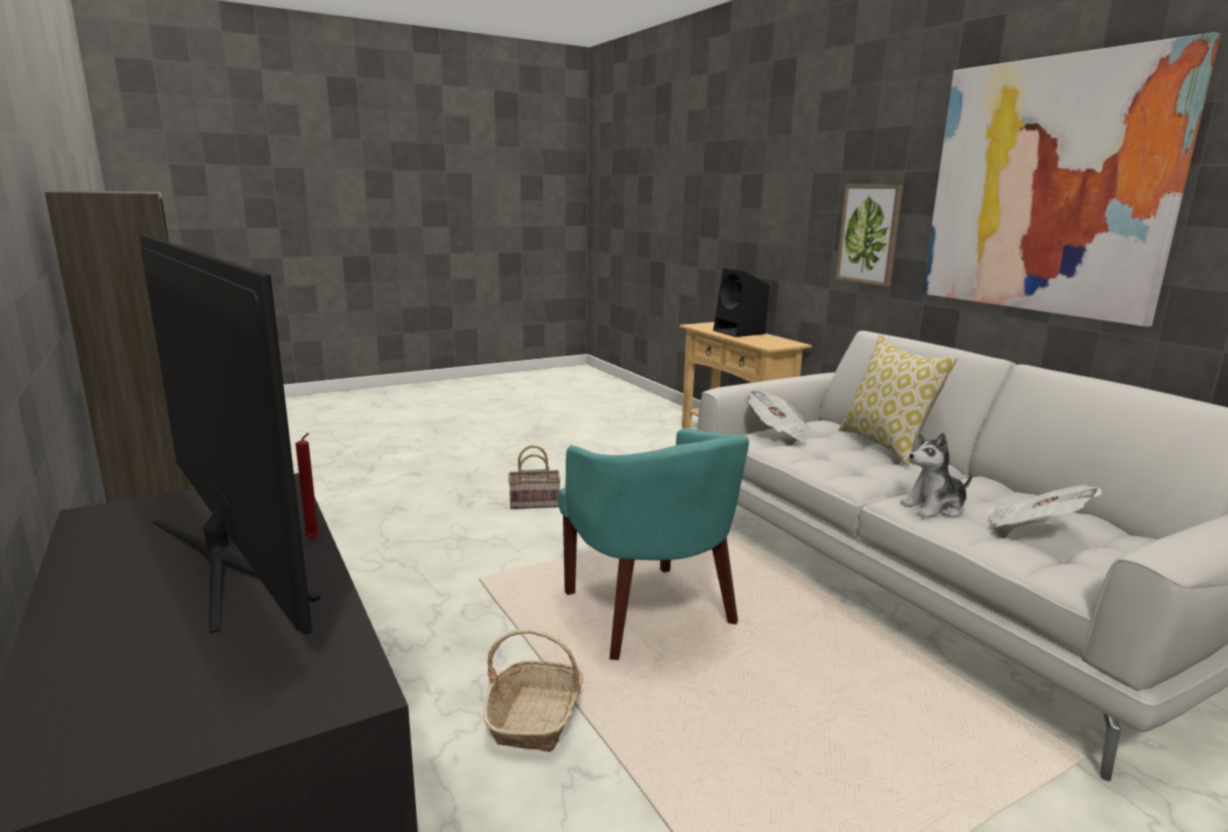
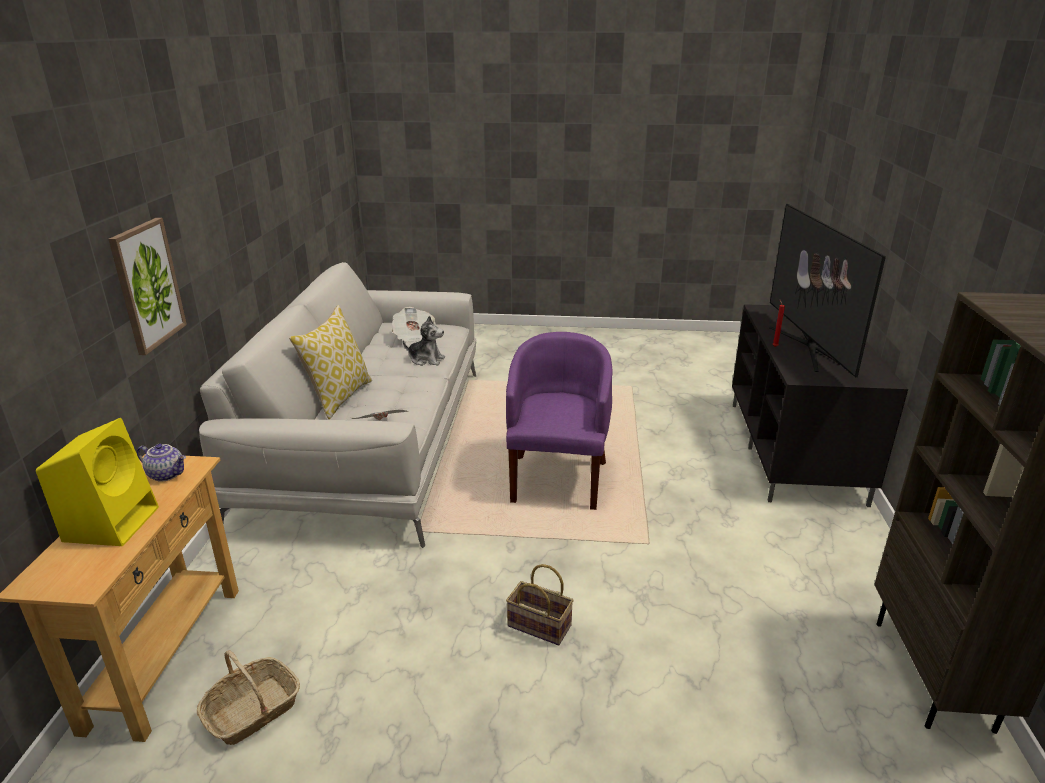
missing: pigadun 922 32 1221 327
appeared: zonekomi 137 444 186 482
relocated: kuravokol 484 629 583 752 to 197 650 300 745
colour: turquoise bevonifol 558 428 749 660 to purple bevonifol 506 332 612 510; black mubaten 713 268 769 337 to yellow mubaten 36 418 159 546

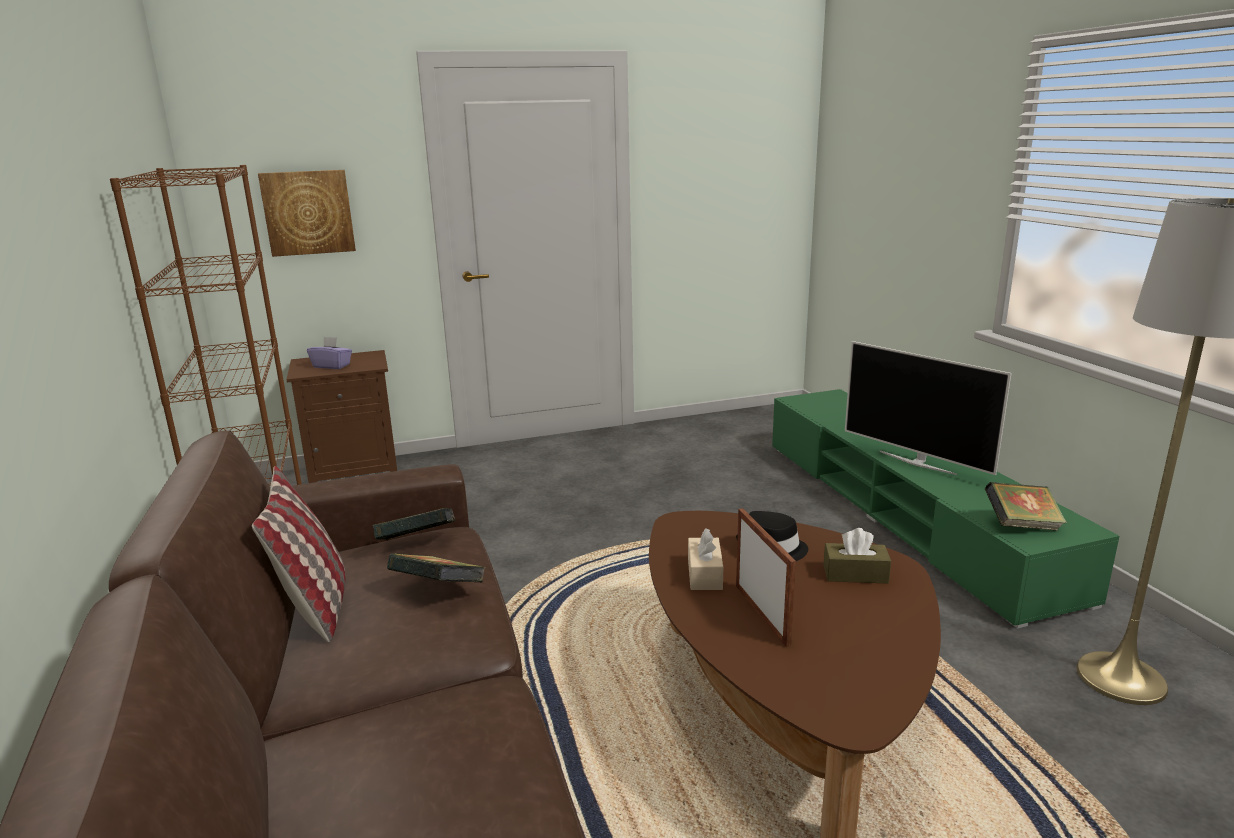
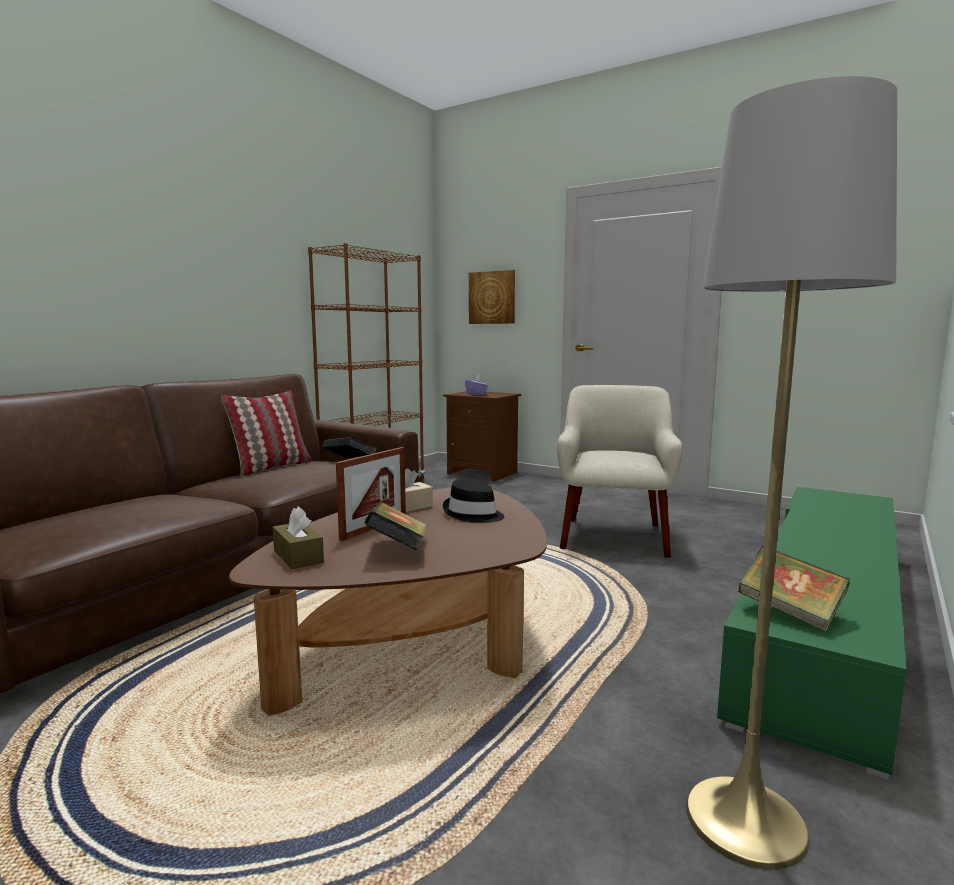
missing: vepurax 845 341 1011 475
appeared: beige bevonifol 557 385 683 558
relocated: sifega 387 553 486 582 to 364 502 426 550; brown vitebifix 824 528 891 584 to 273 507 324 569

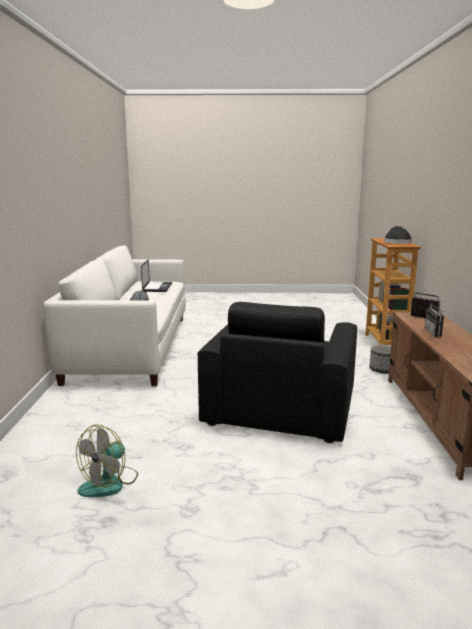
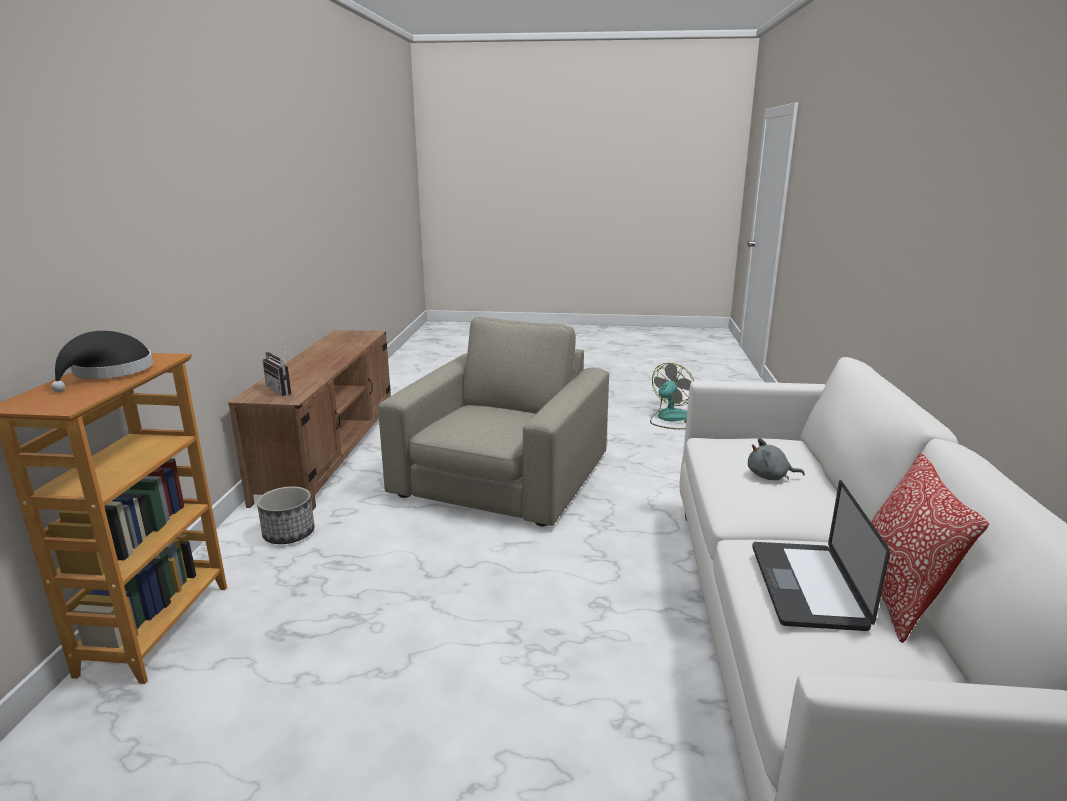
missing: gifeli 425 301 447 337
appeared: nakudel 871 453 989 643
colour: black bevonifol 198 302 357 443 to beige bevonifol 378 317 609 526

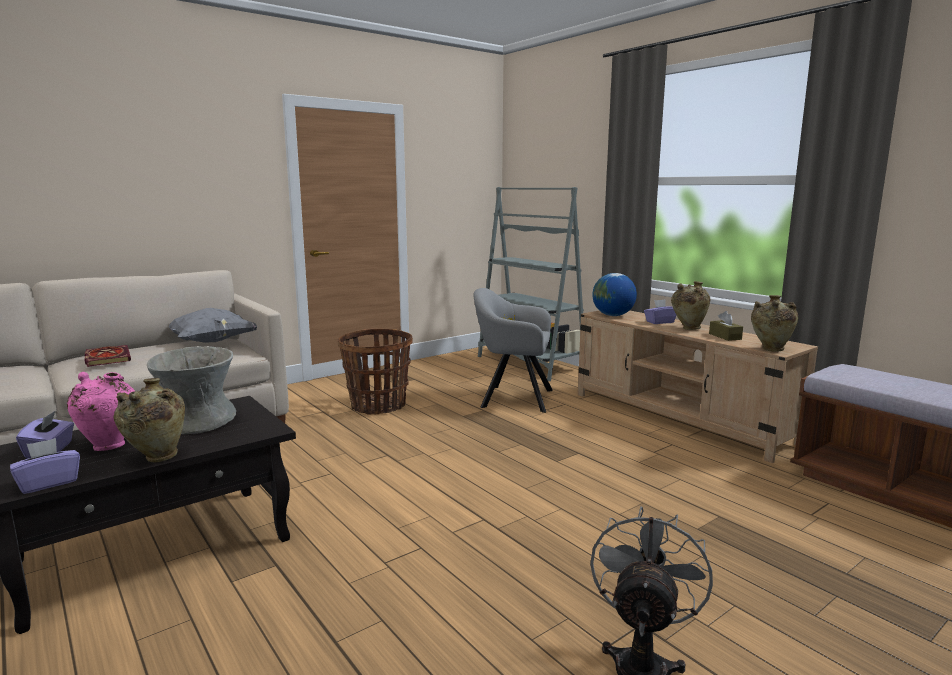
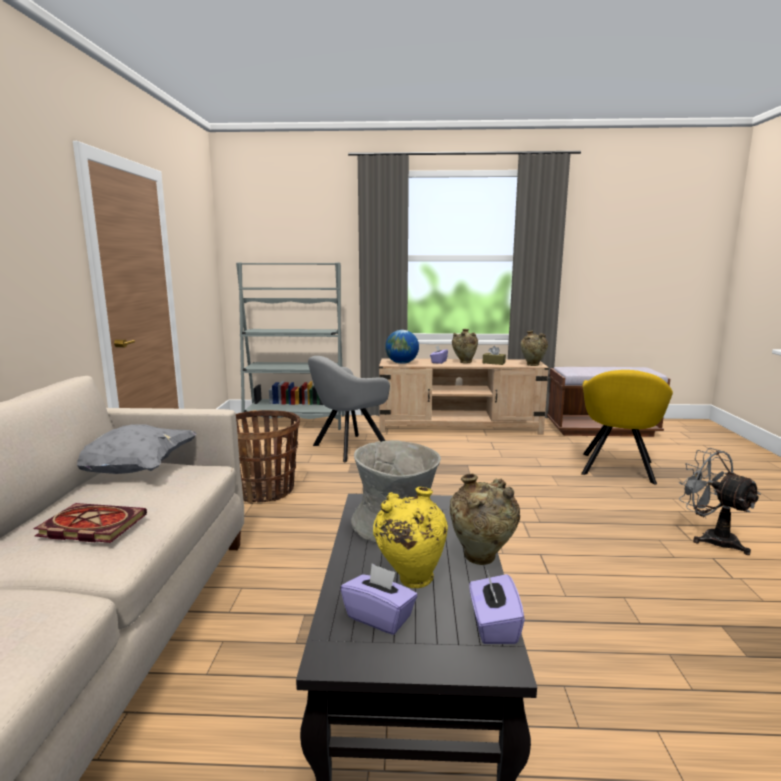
appeared: yellow bevonifol 581 370 673 485
colour: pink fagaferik 67 372 135 451 to yellow fagaferik 373 487 448 588

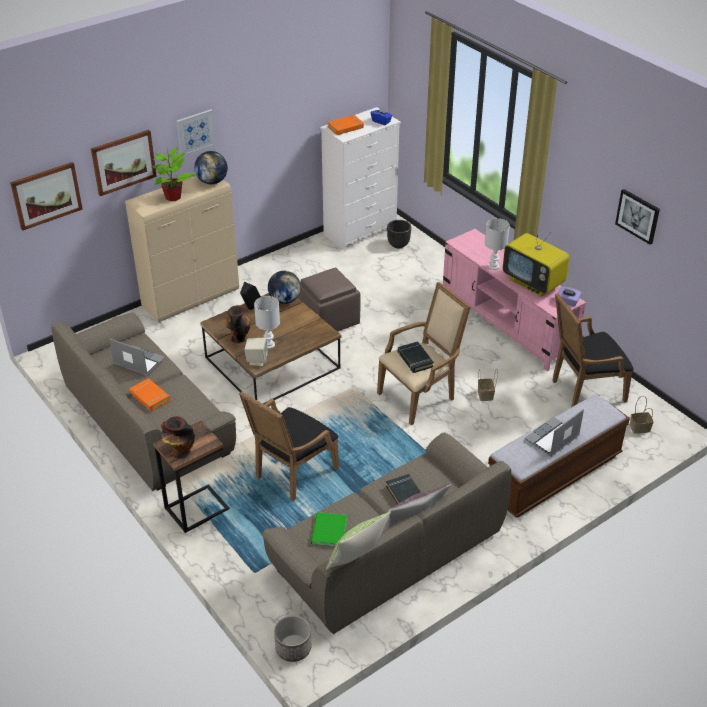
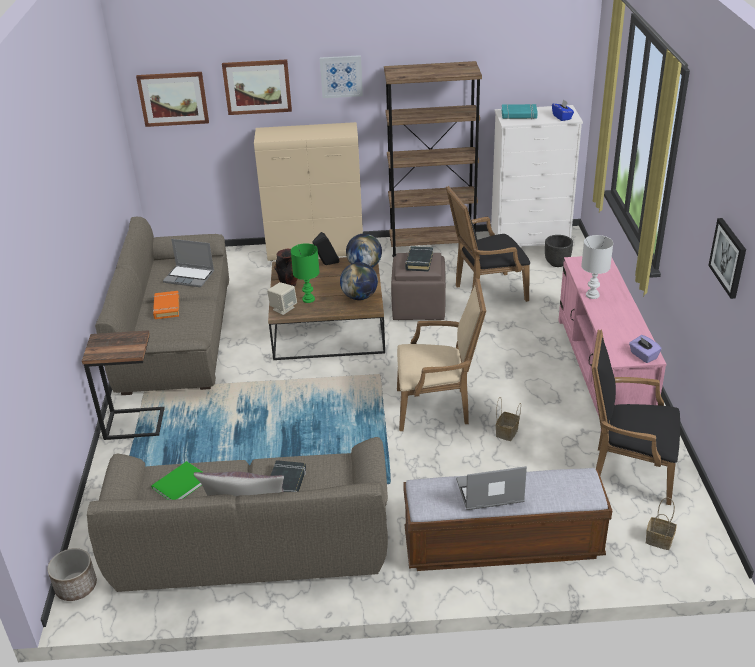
missing: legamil 152 148 196 201; fagaferik 161 416 195 459; nakudel 325 511 391 570; vepurax 502 223 570 297
appeared: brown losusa 384 61 482 257
relocated: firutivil 194 151 228 184 to 340 262 378 300; black bevonifol 239 391 339 501 to 446 186 530 302; black sifega 398 341 434 373 to 405 246 433 272
colour: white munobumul 254 296 280 349 to green munobumul 291 243 319 303; orange sifega 328 115 364 135 to turquoise sifega 502 104 538 119
spun: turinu 109 338 165 376 = 163 239 214 287 135 degrees clockwise

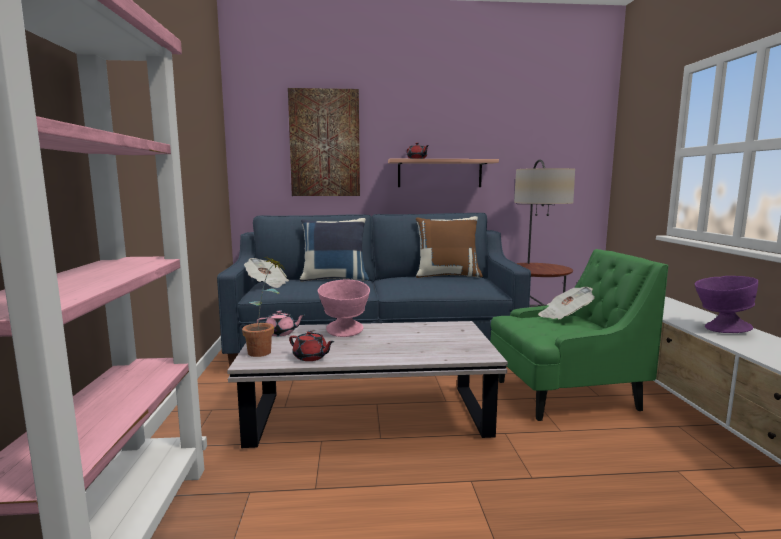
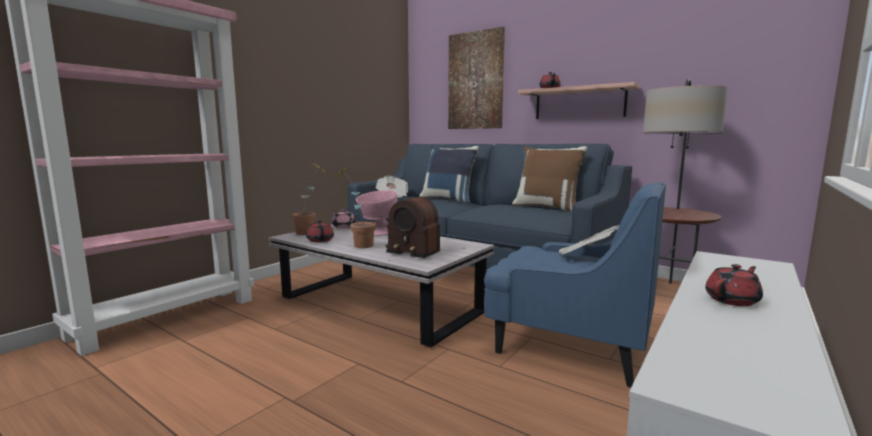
appeared: legamil 335 167 376 248; gifeli 386 197 440 258
exchanged: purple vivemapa 695 276 758 333 to red zonekomi 705 264 763 306
colour: green bevonifol 490 249 668 421 to blue bevonifol 484 183 666 387

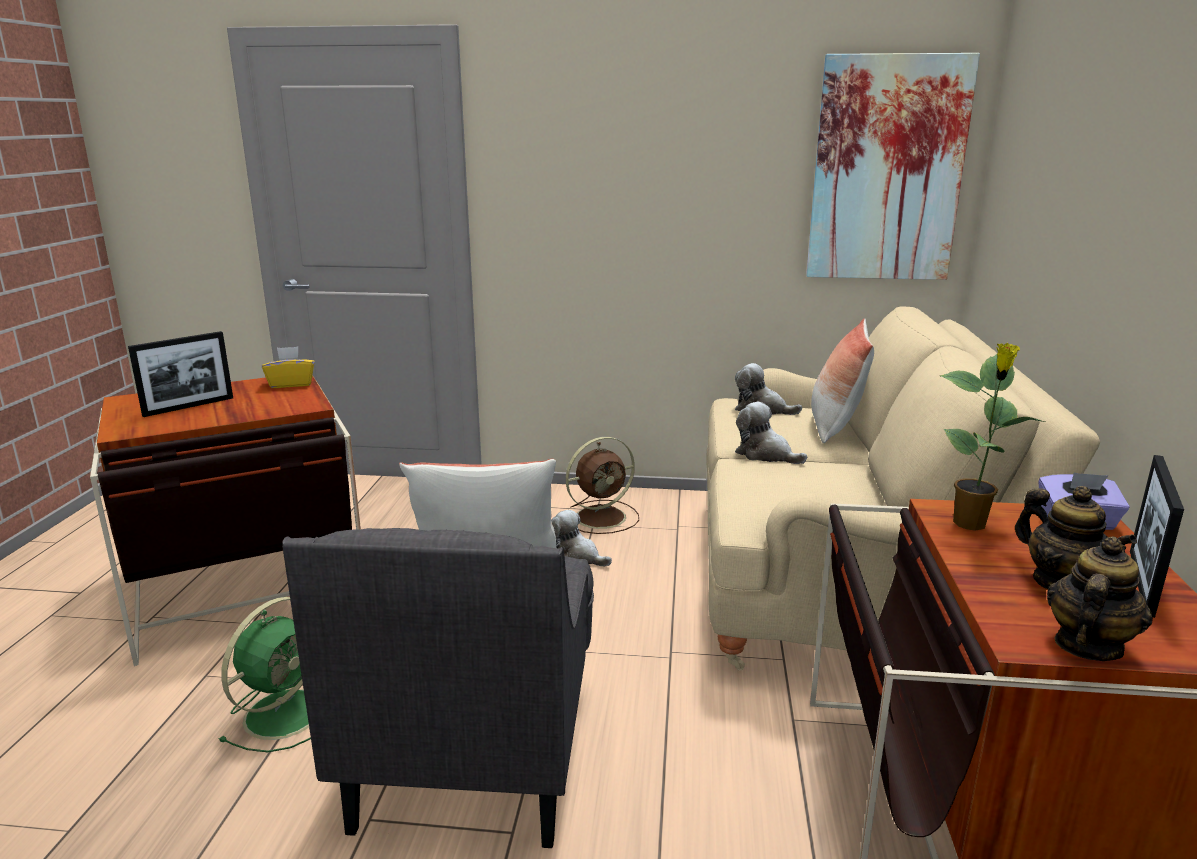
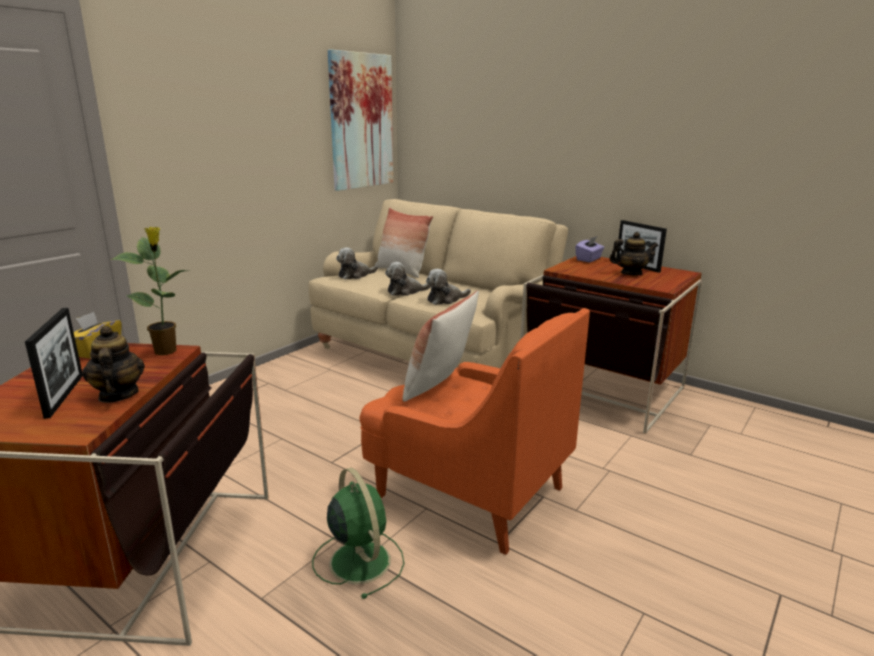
missing: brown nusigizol 566 437 639 534
relocated: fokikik 551 510 612 566 to 426 269 471 305; legamil 939 343 1045 531 to 111 227 191 355; zonekomi 1047 536 1153 661 to 82 326 145 403
colour: grey bevonifol 282 528 594 848 to orange bevonifol 359 308 590 555

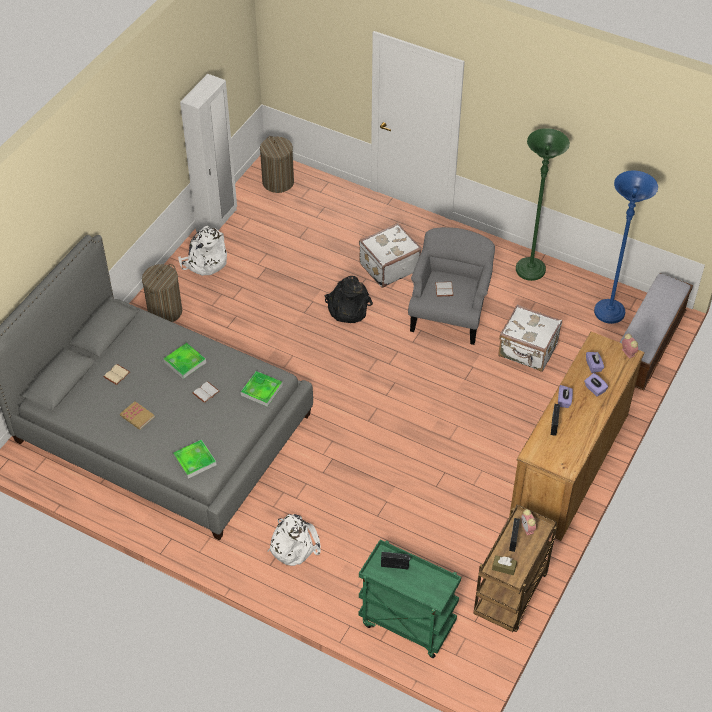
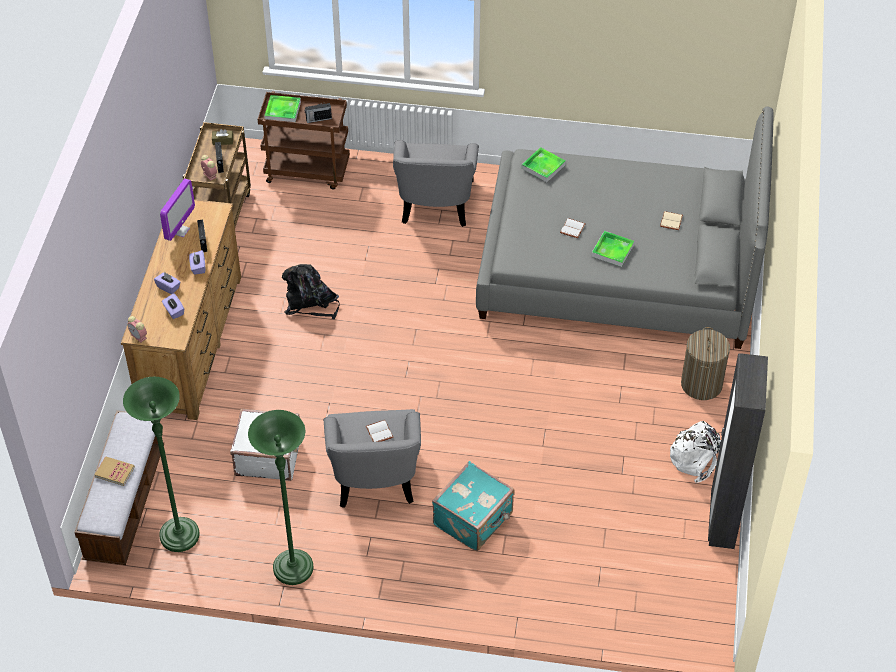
missing: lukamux 260 136 294 193
appeared: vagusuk 160 179 195 241
relocated: sifega 120 401 155 430 to 95 456 135 486; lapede 241 371 283 407 to 264 95 301 122; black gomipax 325 276 373 323 to 282 264 340 319
exchanged: white gomipax 267 514 321 566 to grey bevonifol 393 140 479 227
colour: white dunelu 180 74 237 232 to black dunelu 708 353 768 549; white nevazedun 359 223 422 288 to turquoise nevazedun 432 461 515 551; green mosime 359 539 461 658 to brown mosime 258 91 350 189; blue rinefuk 594 170 658 324 to green rinefuk 123 377 200 552

